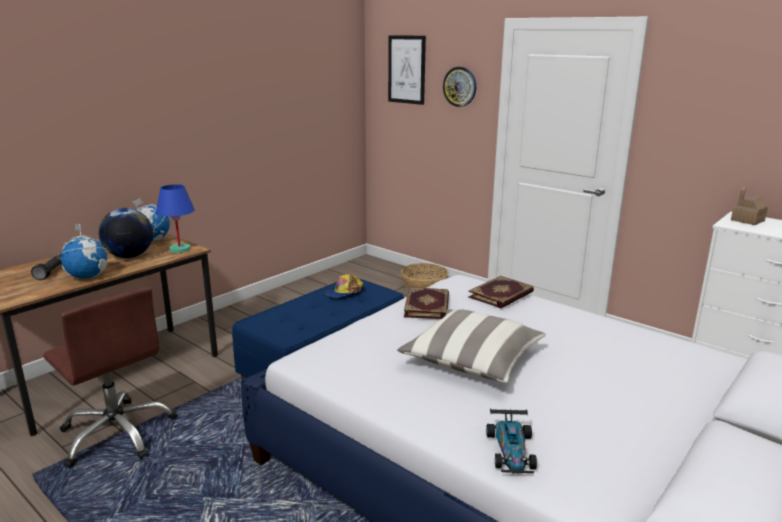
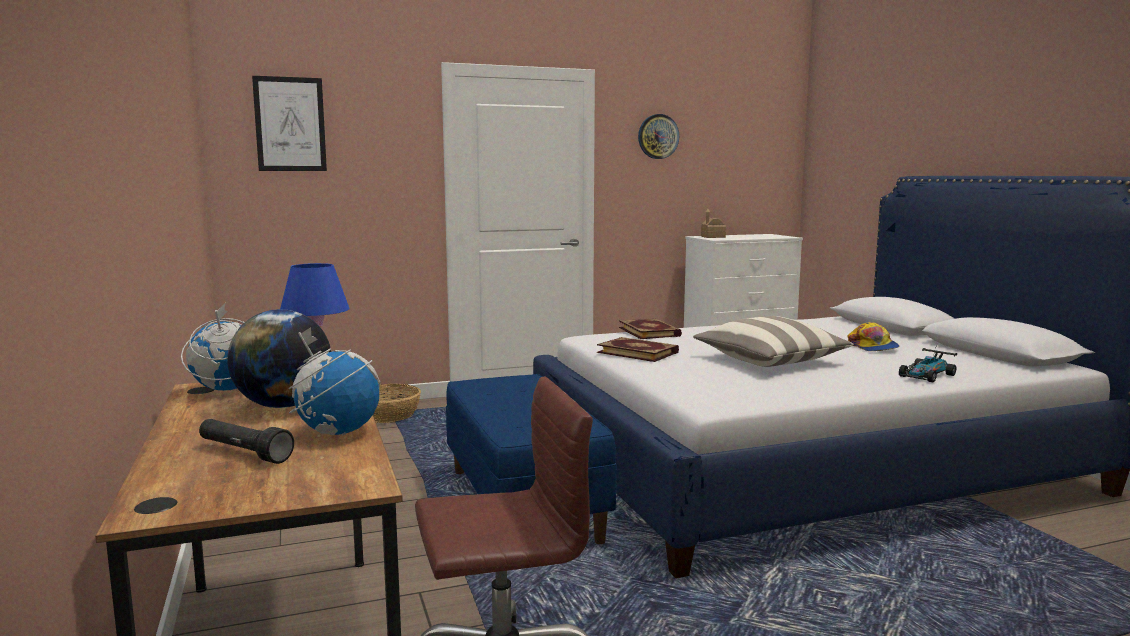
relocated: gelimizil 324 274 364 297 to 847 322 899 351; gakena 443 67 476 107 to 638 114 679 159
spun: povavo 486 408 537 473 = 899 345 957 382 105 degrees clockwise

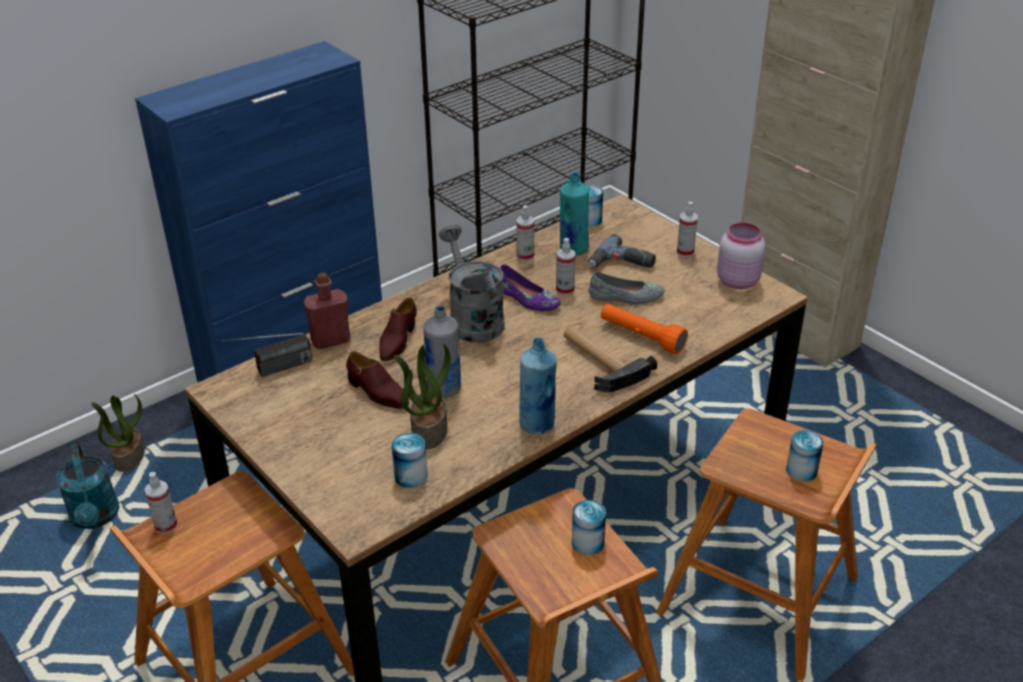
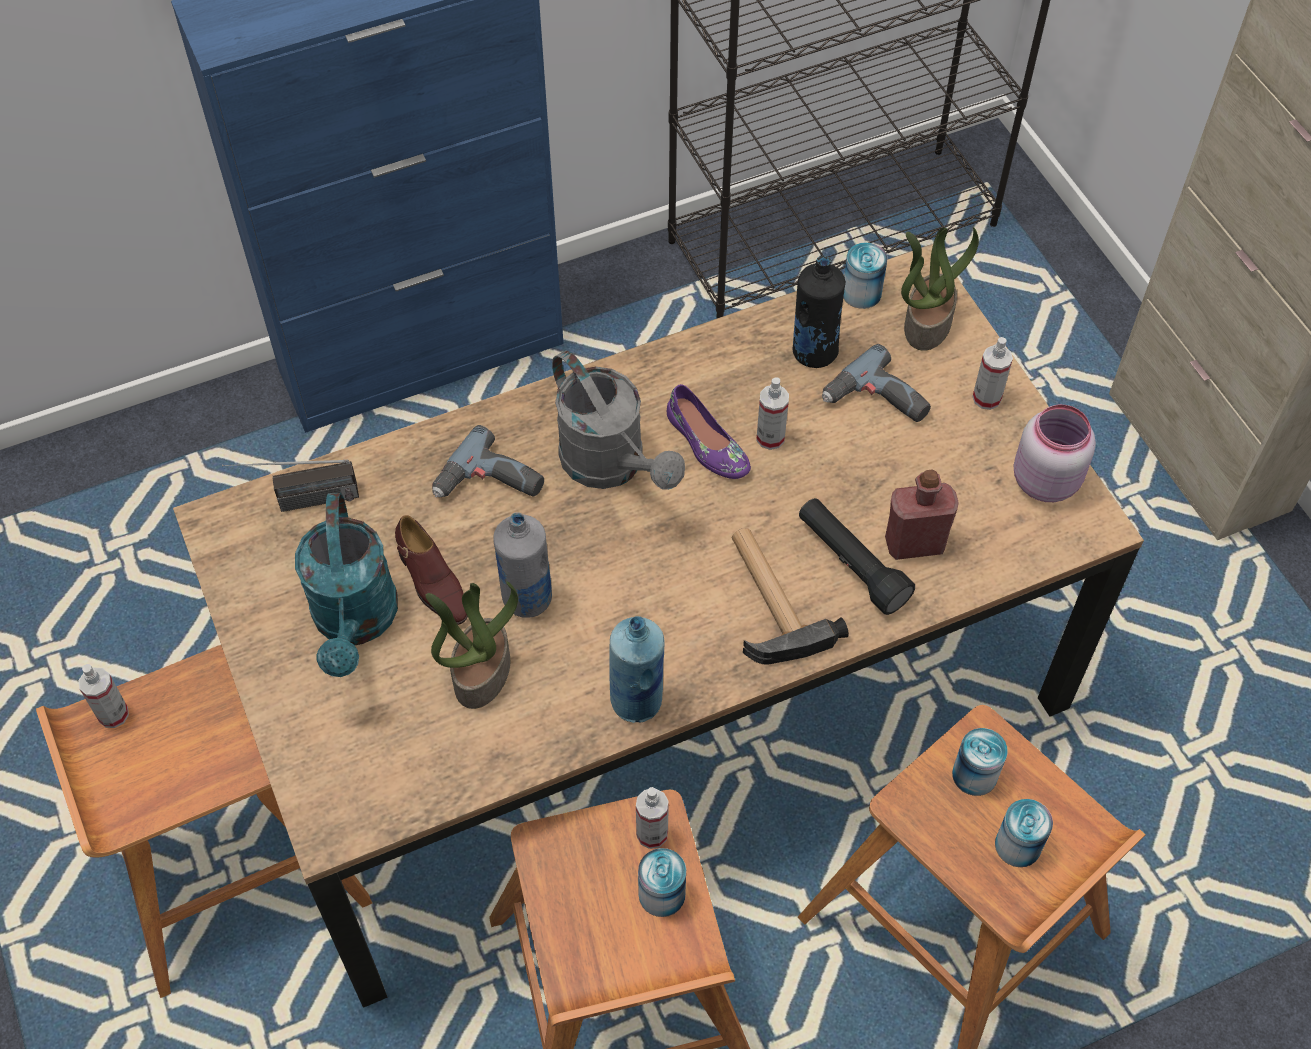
missing: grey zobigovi 588 272 665 305
relocated: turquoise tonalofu 56 443 119 529 to 295 493 398 677; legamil 91 394 145 472 to 901 227 979 351; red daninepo 304 273 350 349 to 885 470 959 560; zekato 391 433 428 488 to 952 728 1008 796; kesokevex 516 205 534 261 to 636 787 669 849
exchanged: brown zobigovi 379 297 417 361 to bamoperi 432 425 544 498
colour: turquoise daninepo 560 172 589 255 to black daninepo 793 256 846 368; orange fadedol 601 303 688 354 to black fadedol 799 498 915 615
spun: grey tonalofu 439 225 504 342 = 552 350 685 490 150 degrees clockwise

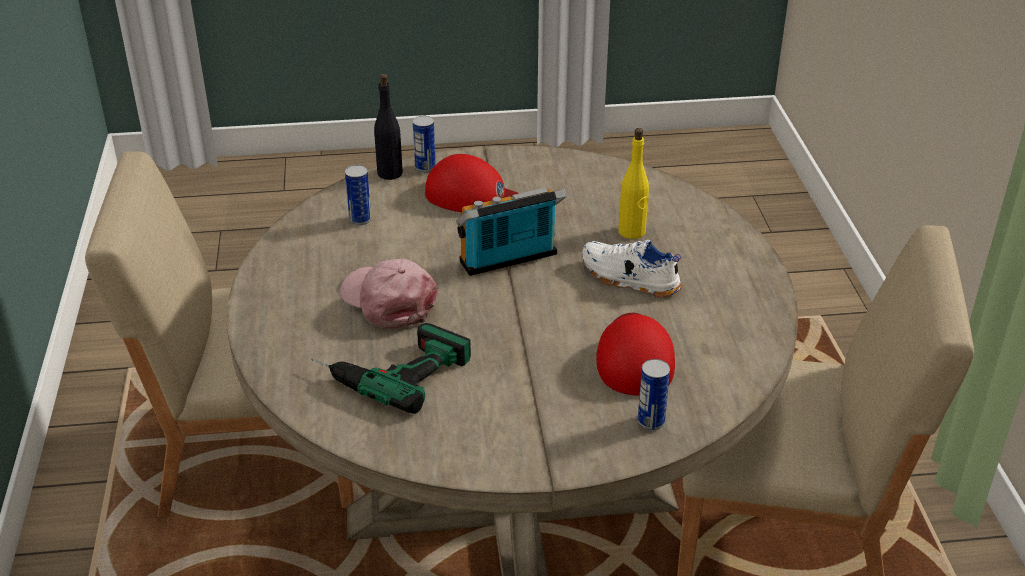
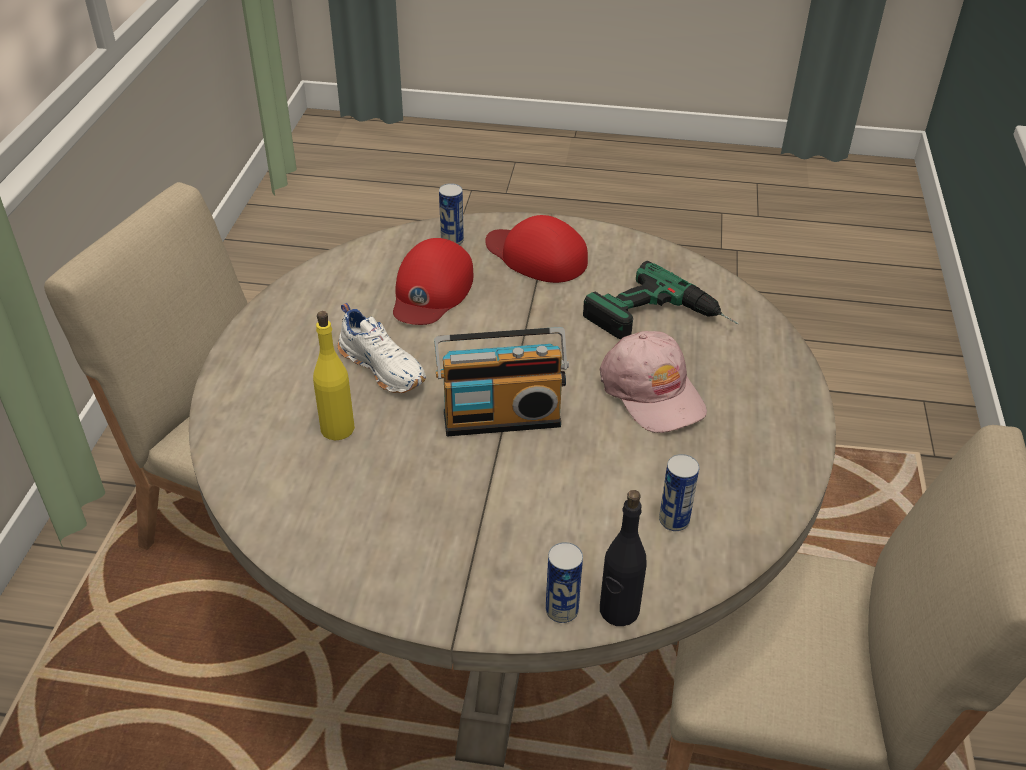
relocated: red gelimizil 425 154 519 212 to 485 215 588 283

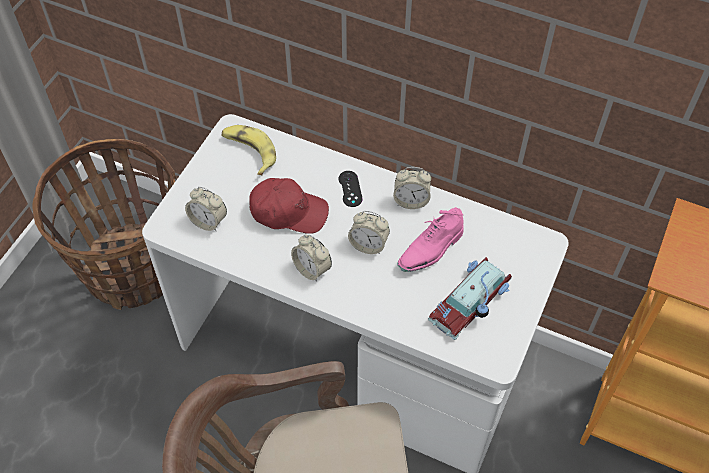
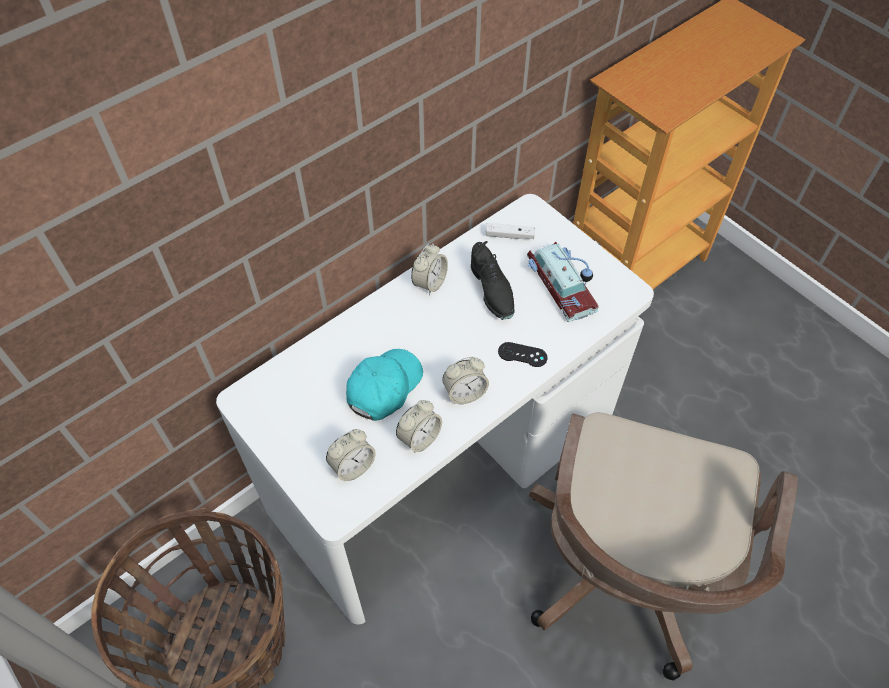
missing: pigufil 221 125 276 175
appeared: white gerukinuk 486 223 535 239
relocated: black gerukinuk 339 171 363 207 to 498 342 548 367; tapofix 348 211 390 254 to 396 400 442 453
colour: red gelimizil 249 178 329 234 to turquoise gelimizil 346 349 423 421; pink zobigovi 397 207 464 272 to black zobigovi 471 241 515 320

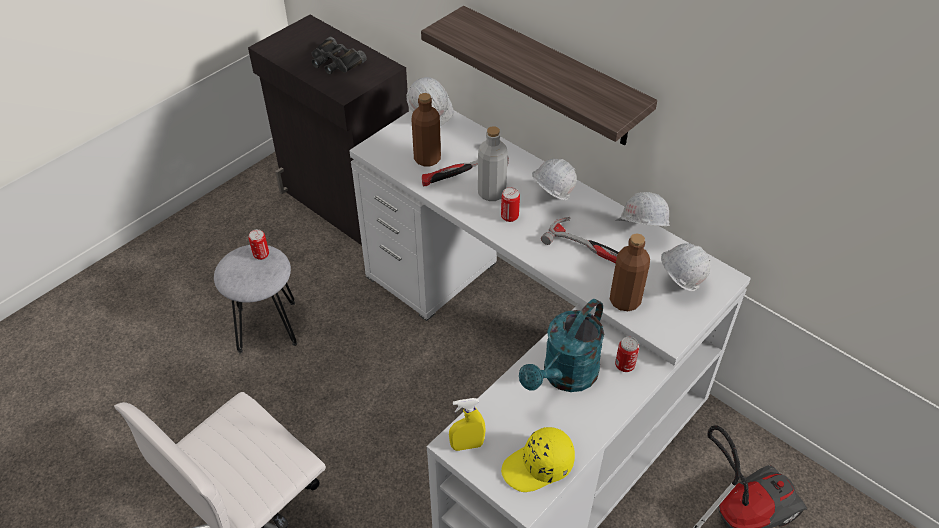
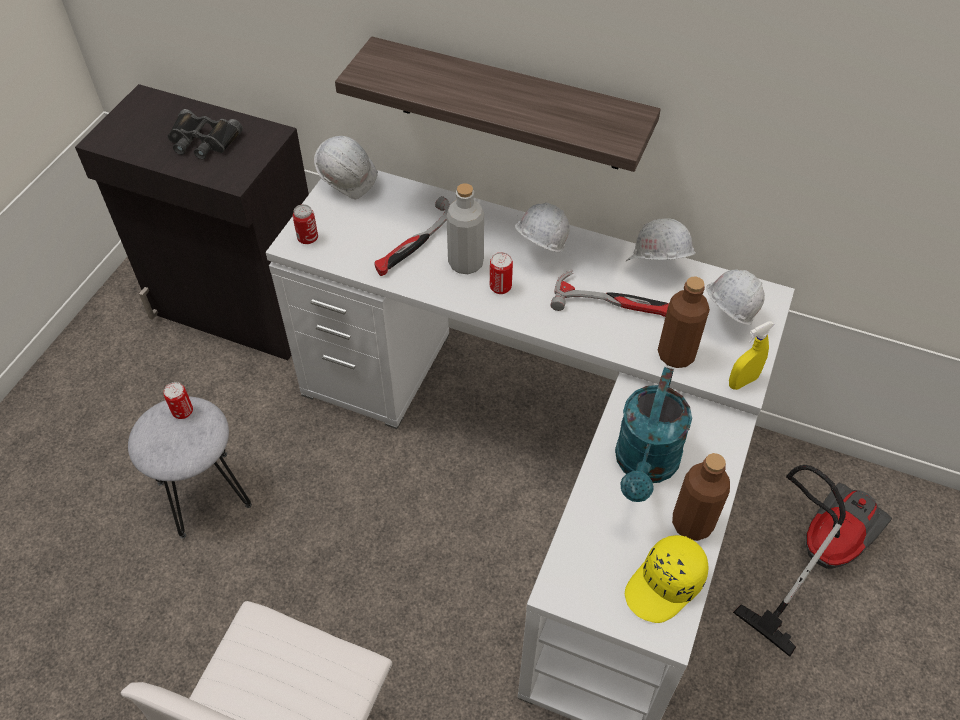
relocated: brown daninepo 412 93 441 166 to 672 453 730 541; yellow kesokevex 449 398 486 451 to 729 321 774 390; zekato 615 337 639 372 to 293 204 318 244

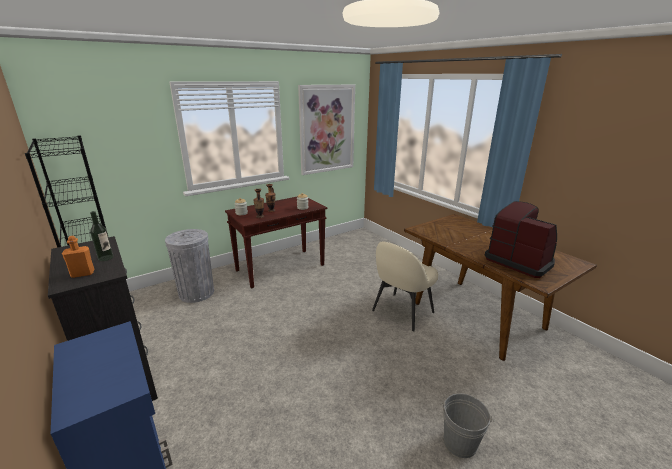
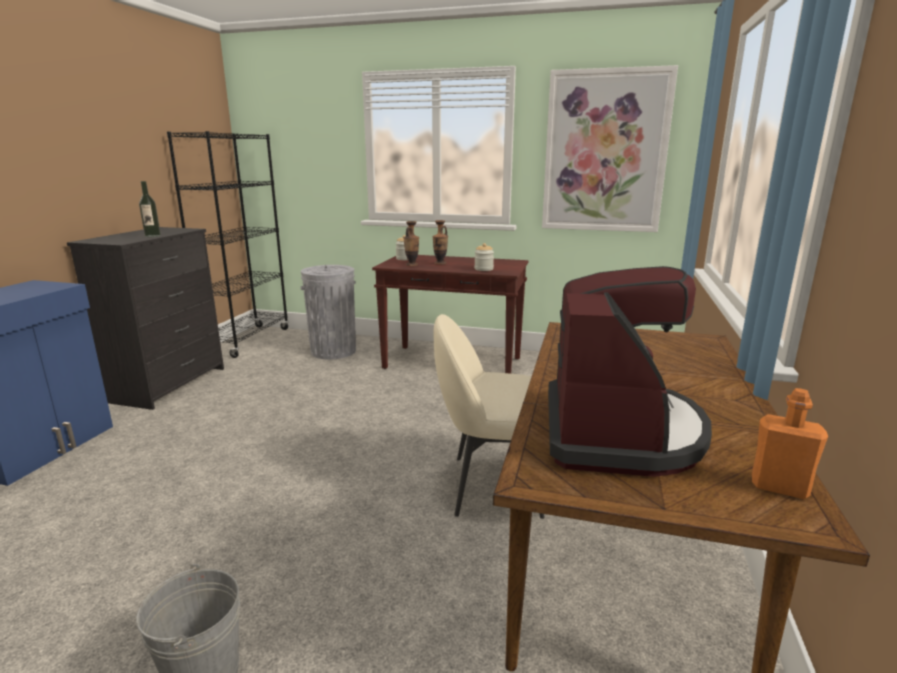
relocated: orange daninepo 62 236 95 278 to 752 388 828 499

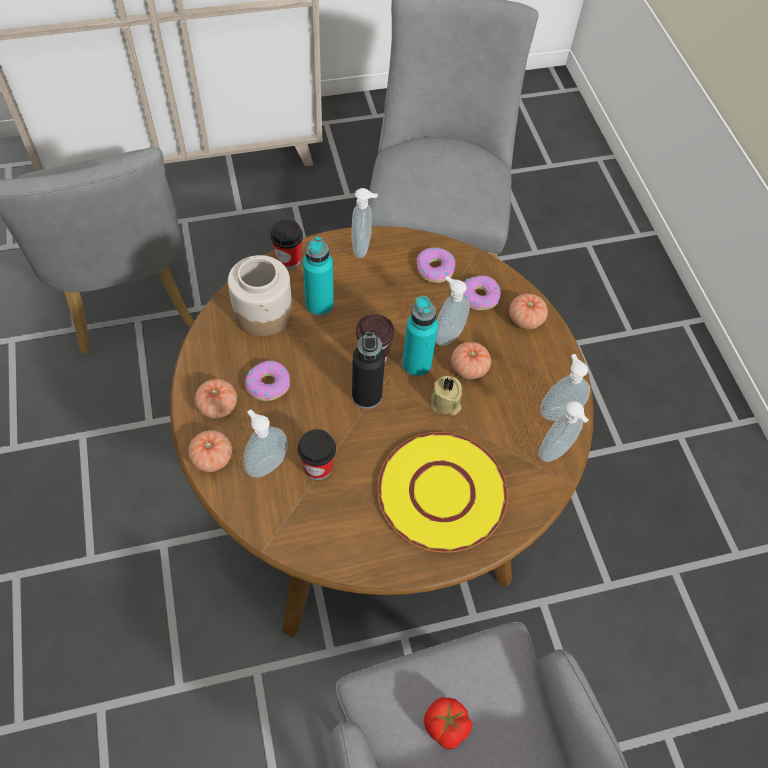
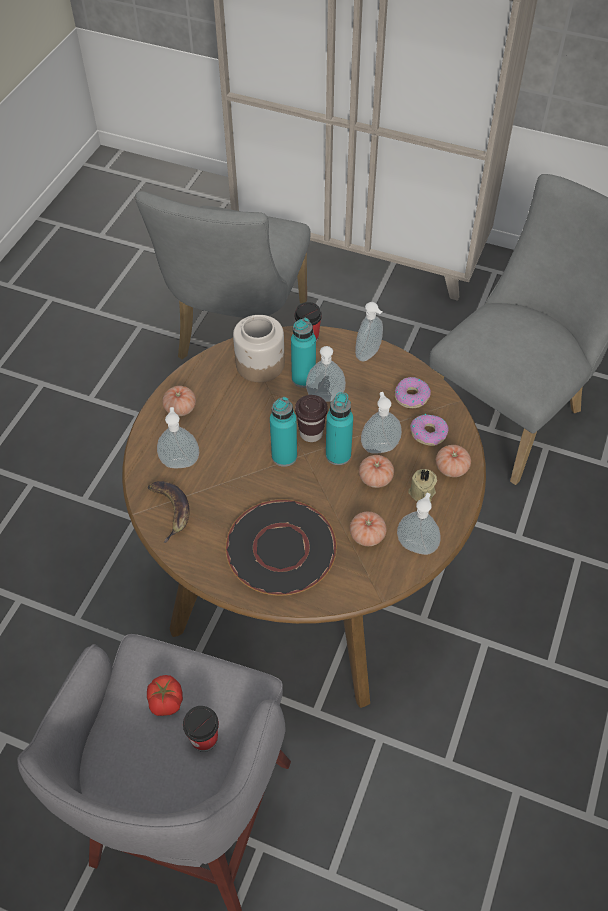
missing: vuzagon 245 361 290 401
appeared: pigufil 148 481 190 543
relocated: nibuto 188 430 232 472 to 350 512 387 546; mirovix 298 429 336 480 to 183 706 219 752; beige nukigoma 431 376 462 415 to 408 469 437 502; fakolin 538 401 589 462 to 306 346 346 402
colour: black daninepo 352 332 385 409 to turquoise daninepo 270 397 297 467; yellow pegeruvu 377 432 508 553 to black pegeruvu 225 499 337 596

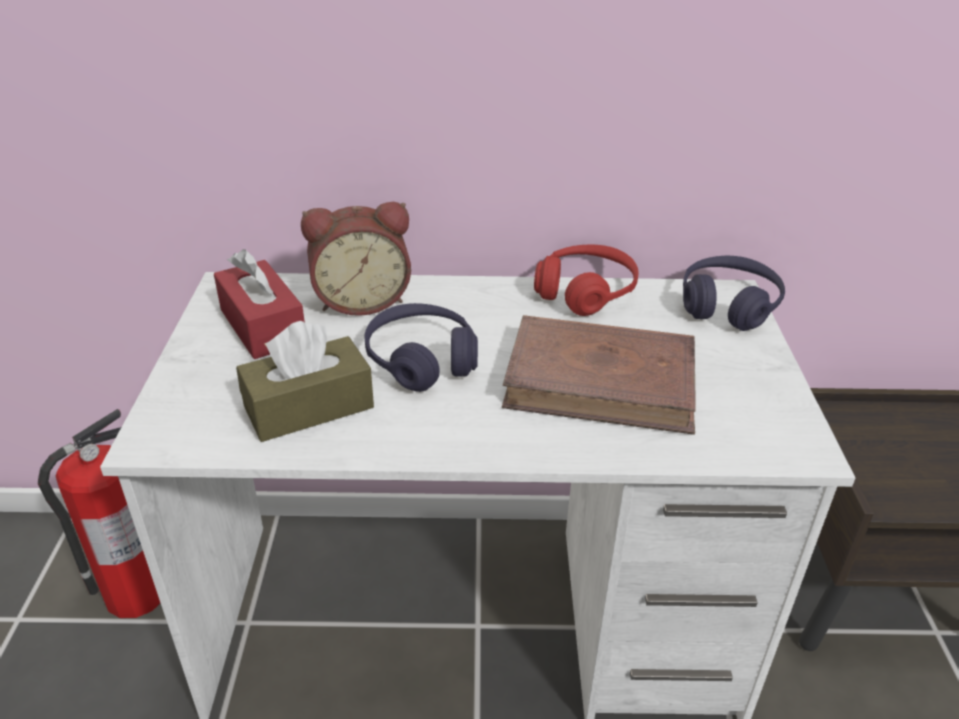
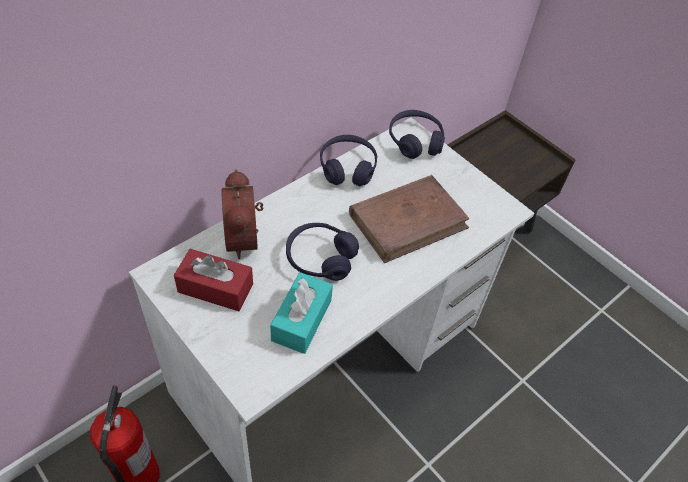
colour: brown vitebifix 236 321 374 442 to turquoise vitebifix 270 272 333 354; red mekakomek 534 245 639 316 to purple mekakomek 320 135 377 186
spun: tapofix 301 202 411 316 = 222 169 263 259 135 degrees clockwise

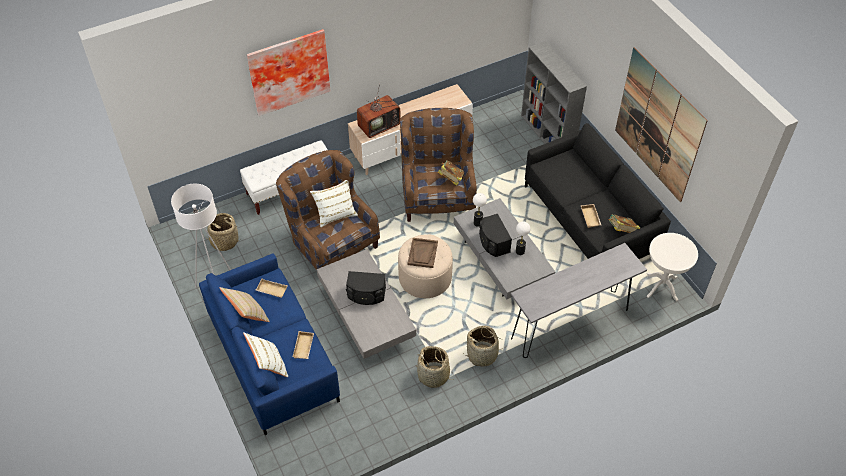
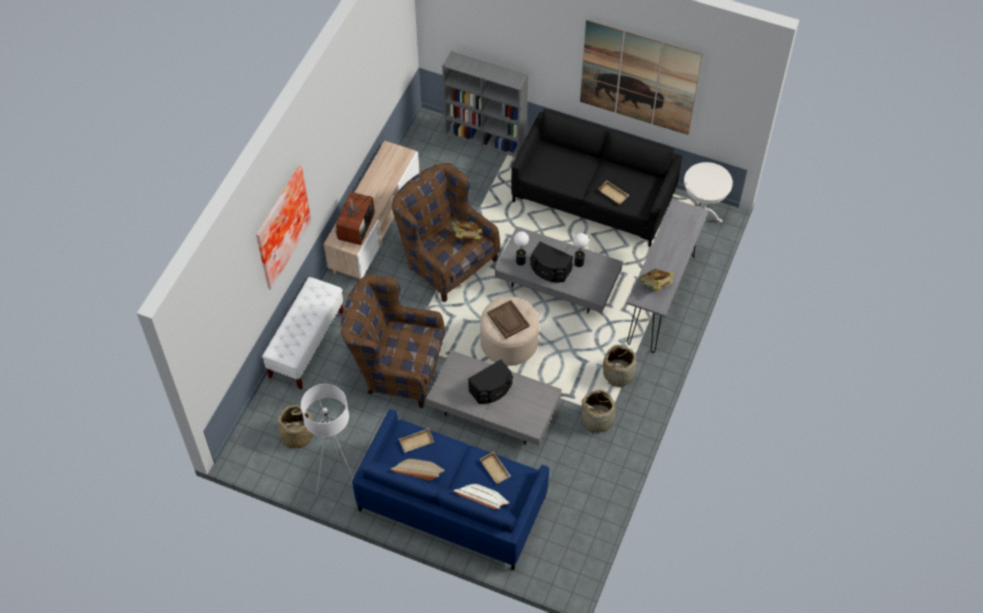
missing: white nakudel 310 180 358 227
relocated: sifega 608 215 640 233 to 639 269 674 290

